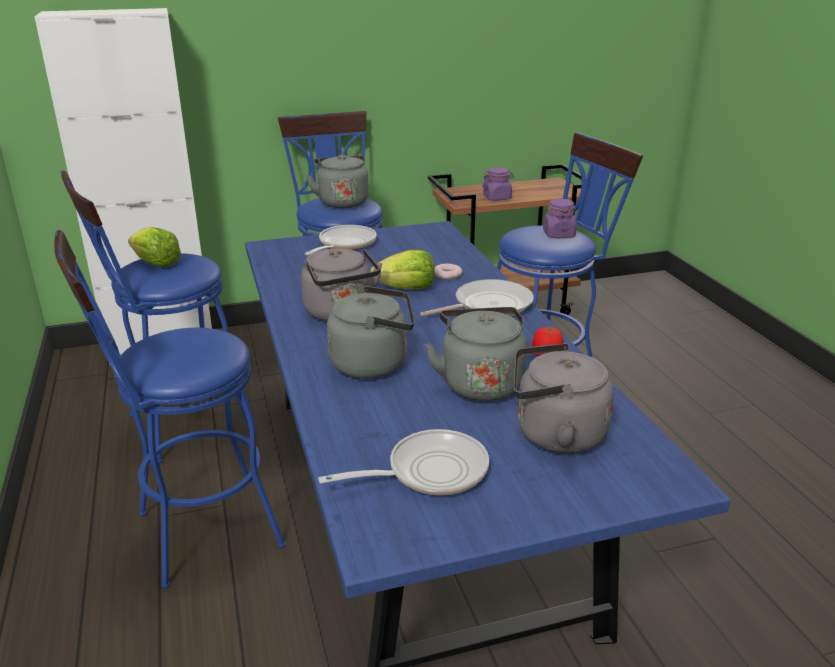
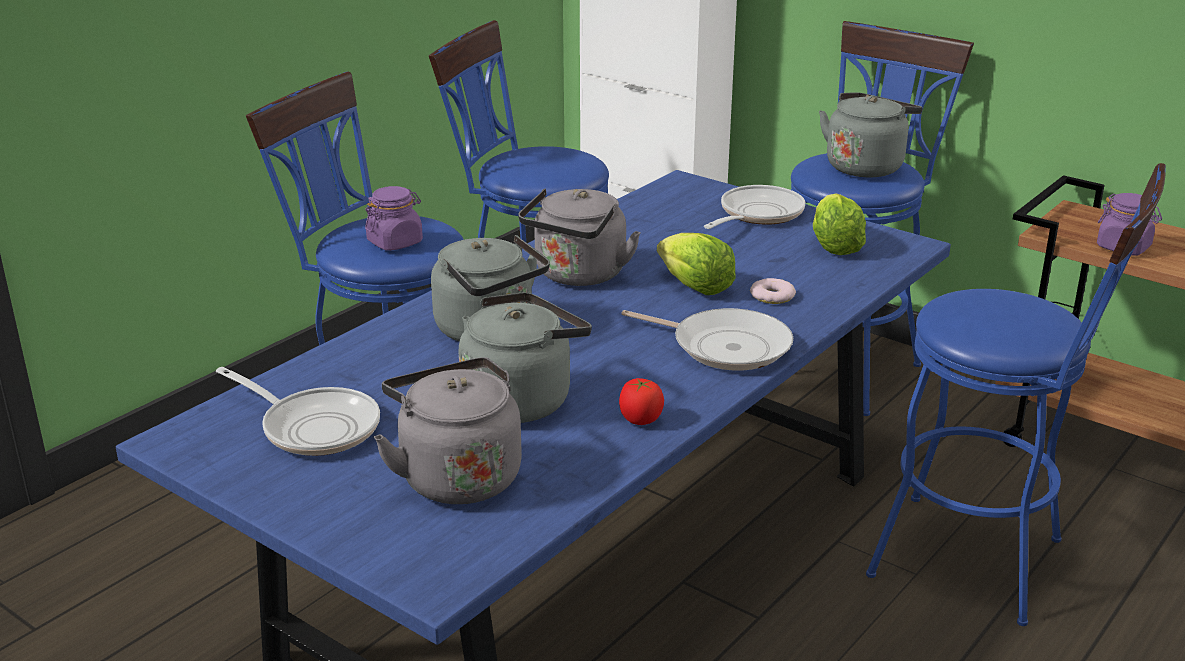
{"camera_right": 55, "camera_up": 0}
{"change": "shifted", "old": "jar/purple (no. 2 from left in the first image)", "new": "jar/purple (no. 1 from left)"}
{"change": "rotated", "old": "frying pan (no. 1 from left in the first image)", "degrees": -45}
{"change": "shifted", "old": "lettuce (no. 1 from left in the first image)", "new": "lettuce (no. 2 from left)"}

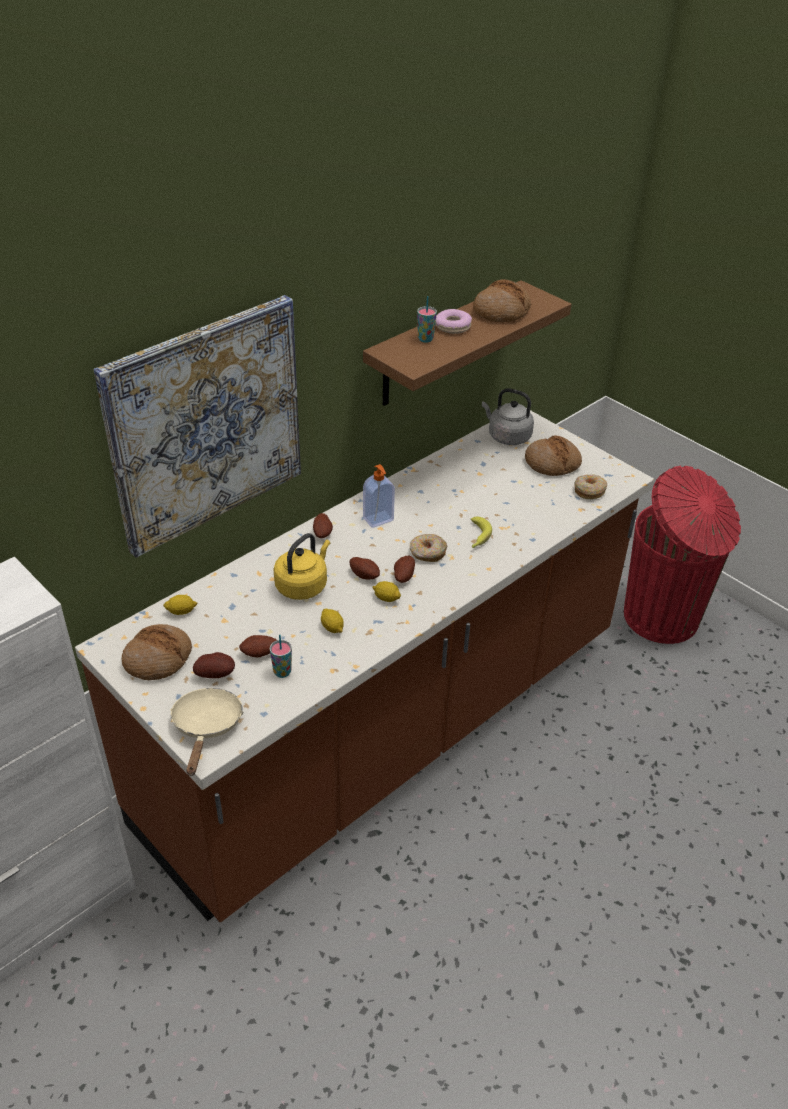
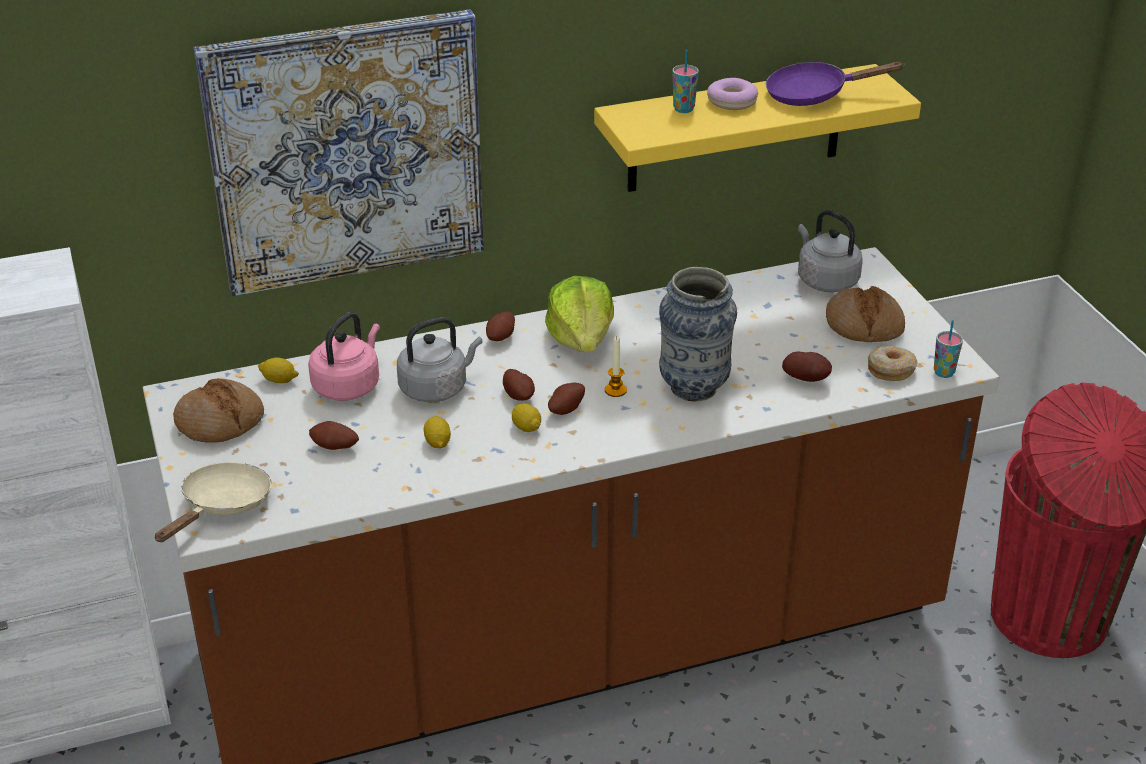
{"camera_right": 25, "camera_up": -5}
{"change": "new", "new": "kettle/pink"}
{"change": "repainted", "old": "kettle/yellow", "new": "kettle/grey (no. 1 from left)"}
{"change": "swapped", "old": "soap dispenser", "new": "lettuce"}
{"change": "repainted", "old": "shelf/brown", "new": "shelf/yellow"}
{"change": "swapped", "old": "donut (no. 1 from left)", "new": "candle"}
{"change": "swapped", "old": "banana", "new": "vase"}
{"change": "swapped", "old": "bread (no. 2 from left)", "new": "frying pan/purple"}
{"change": "shifted", "old": "potato (no. 1 from left in the first image)", "new": "potato (no. 5 from left)"}
{"change": "shifted", "old": "cup (no. 1 from left in the first image)", "new": "cup (no. 2 from left)"}

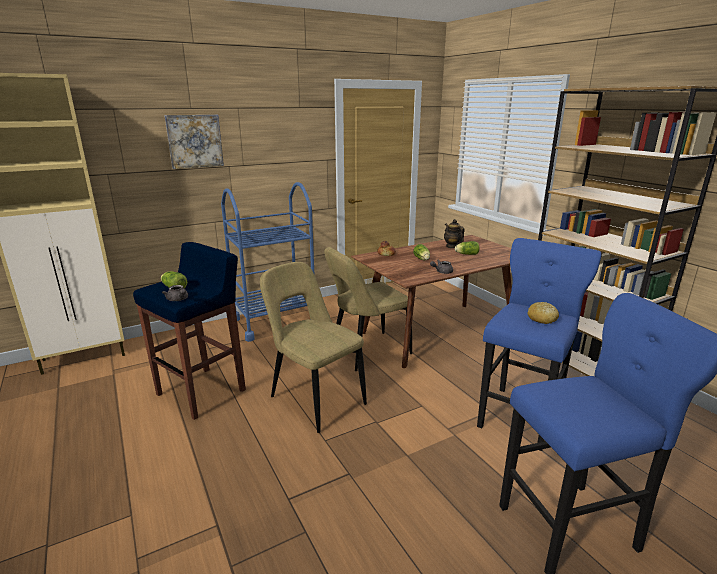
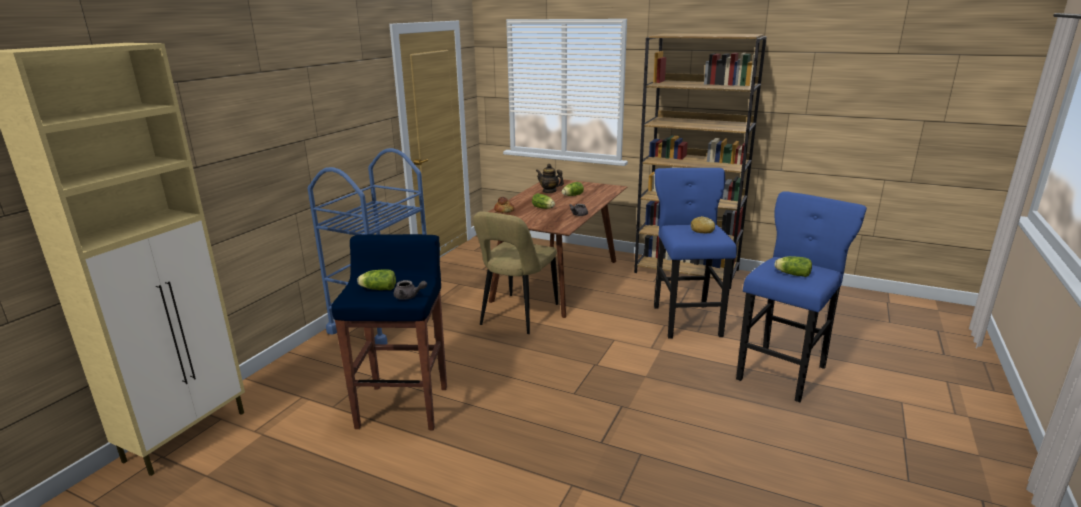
{"camera_right": -35, "camera_up": 0}
{"change": "new", "new": "lettuce (no. 4 from left)"}
{"change": "gone", "old": "picture"}
{"change": "gone", "old": "chair/beige (no. 1 from left)"}

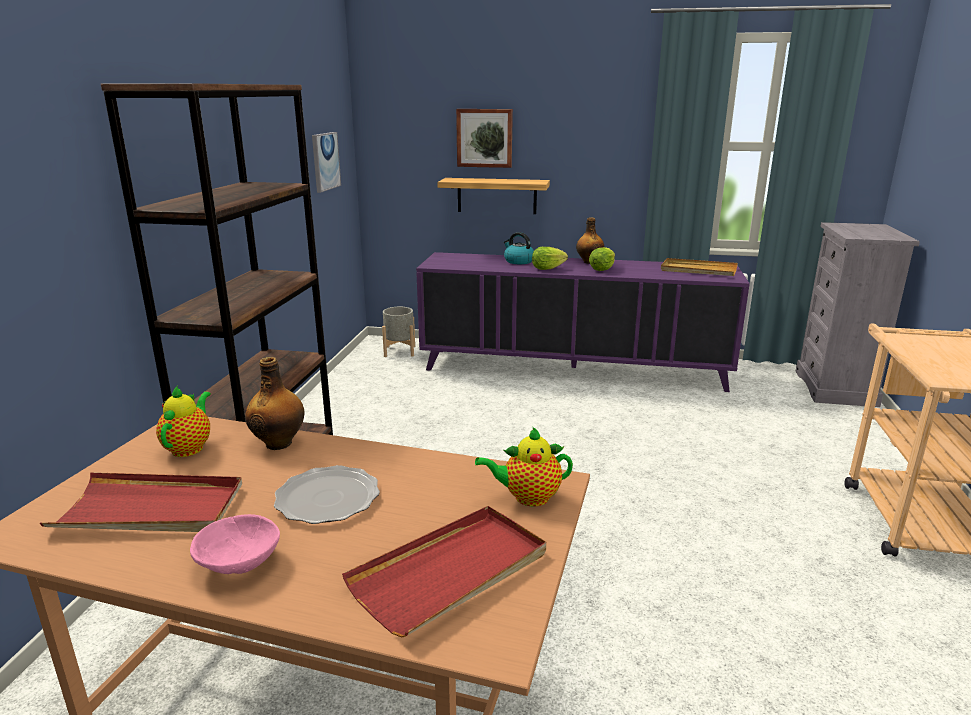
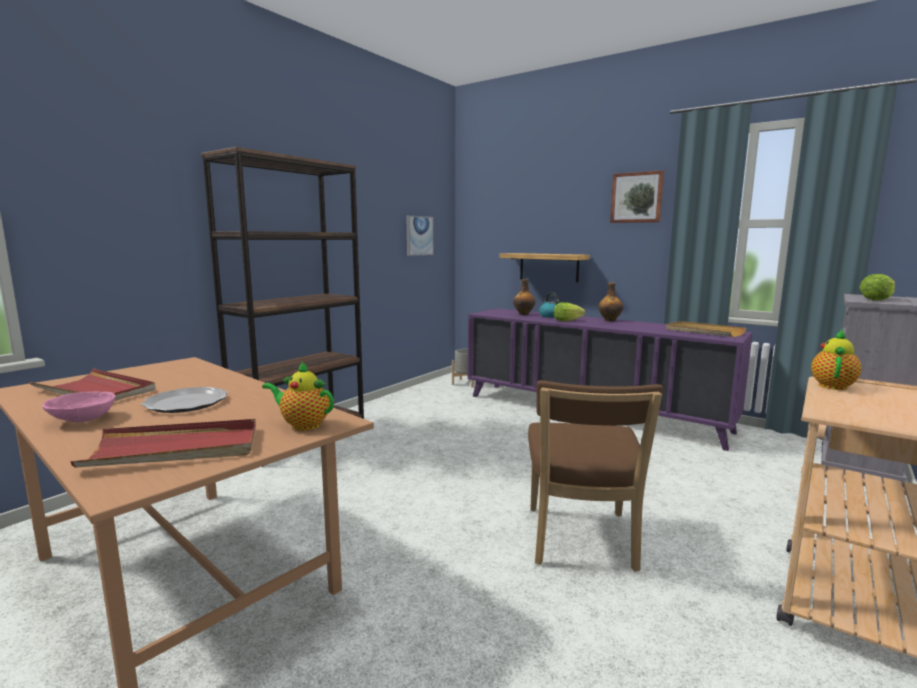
{"camera_right": 25, "camera_up": -10}
{"change": "shifted", "old": "bottle (no. 1 from left)"}
{"change": "new", "new": "chair/brown"}
{"change": "shifted", "old": "picture (no. 2 from left)"}
{"change": "shifted", "old": "teapot (no. 1 from left in the first image)", "new": "teapot (no. 2 from left)"}
{"change": "shifted", "old": "lettuce (no. 2 from left)"}

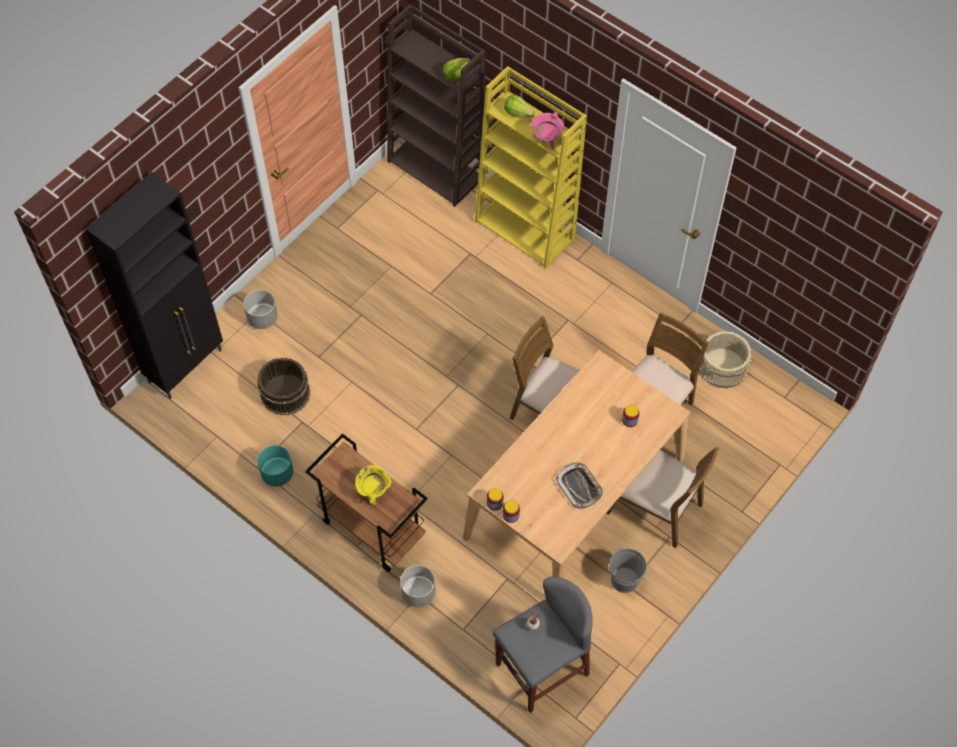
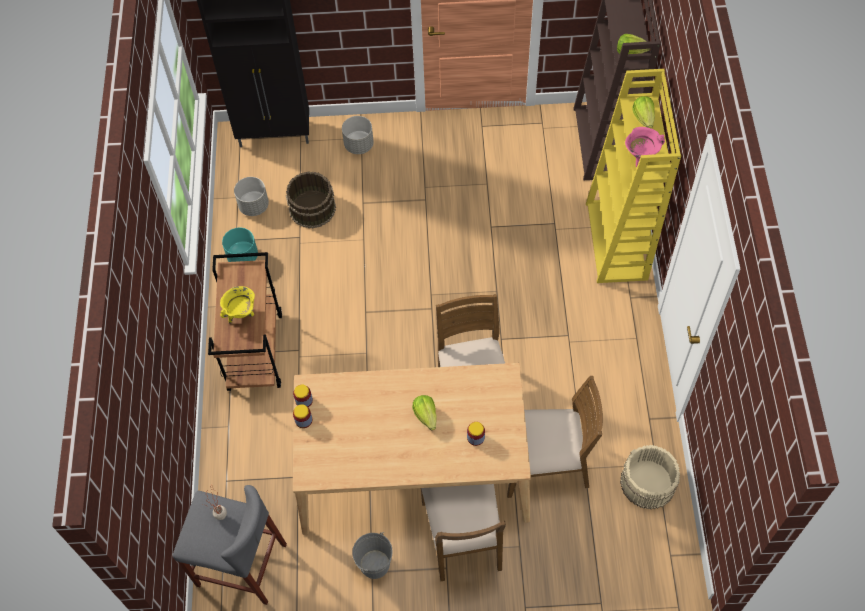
{"camera_right": 50, "camera_up": 0}
{"change": "shifted", "old": "planter/grey (no. 2 from left in the first image)", "new": "planter/grey (no. 1 from left)"}
{"change": "new", "new": "lettuce (no. 1 from left)"}
{"change": "gone", "old": "tray"}

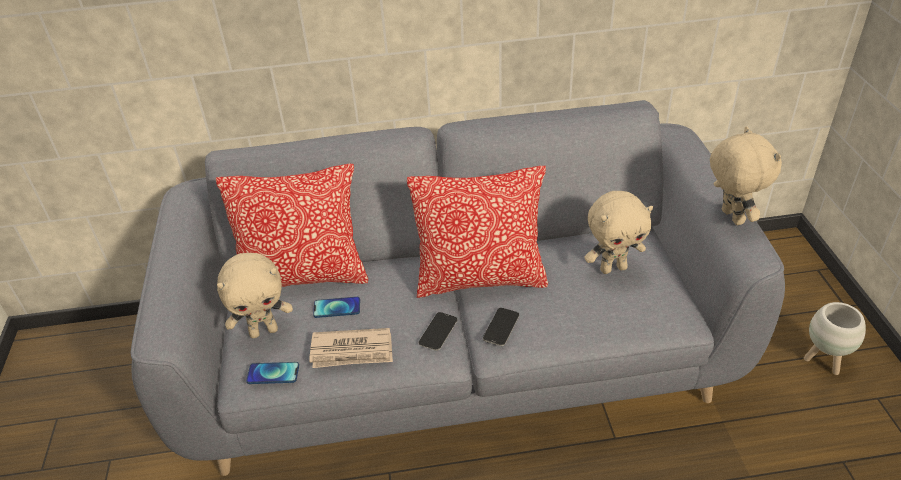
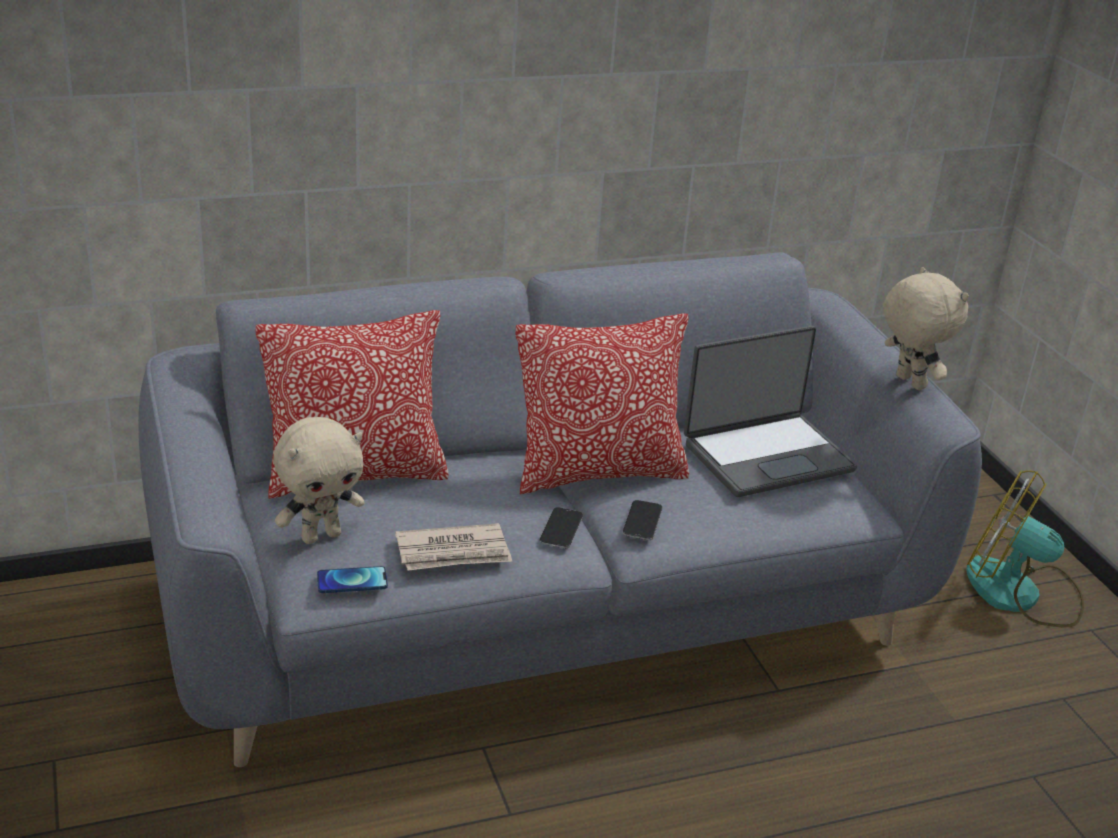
{"camera_right": -15, "camera_up": -10}
{"change": "swapped", "old": "plush toy/beige (no. 2 from left)", "new": "laptop"}
{"change": "swapped", "old": "planter/white", "new": "fan"}
{"change": "gone", "old": "phone (no. 2 from left)"}

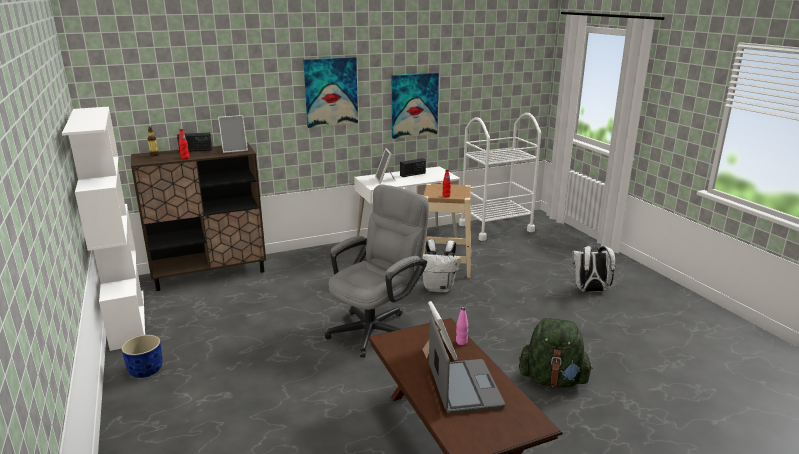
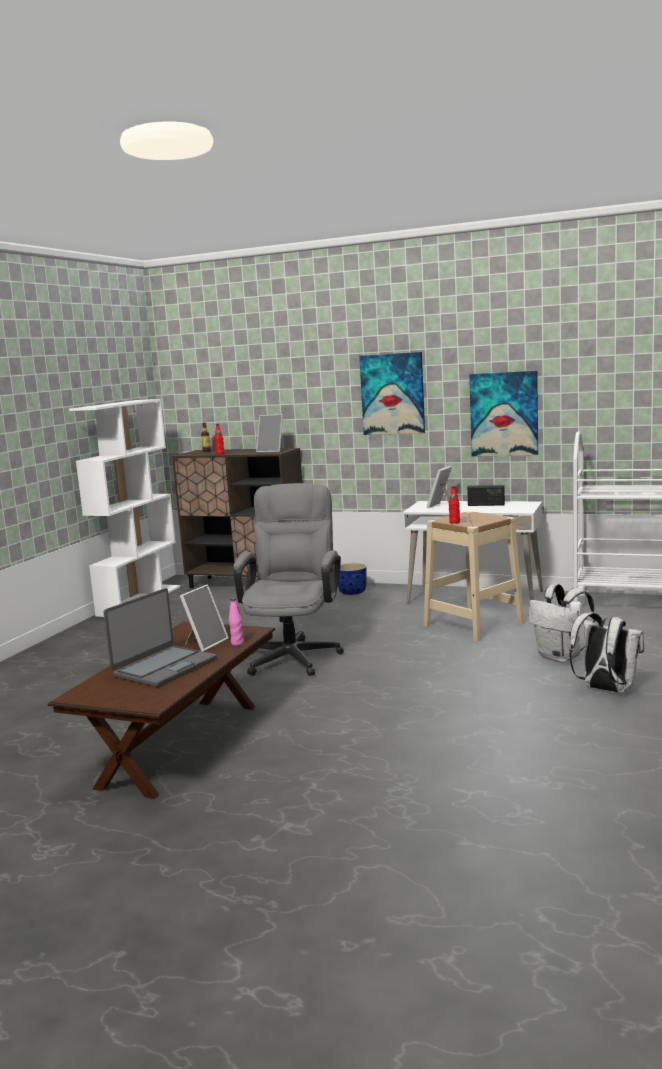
{"camera_right": 45, "camera_up": -10}
{"change": "rotated", "old": "office chair/grey", "degrees": -75}
{"change": "shifted", "old": "planter/blue"}
{"change": "shifted", "old": "backpack/white (no. 1 from left)"}
{"change": "gone", "old": "radio (no. 1 from left)"}
{"change": "gone", "old": "backpack/green"}

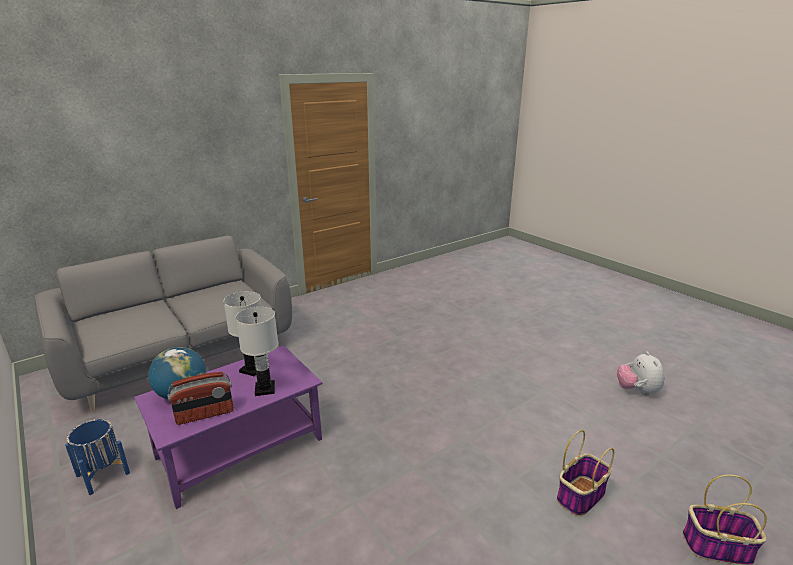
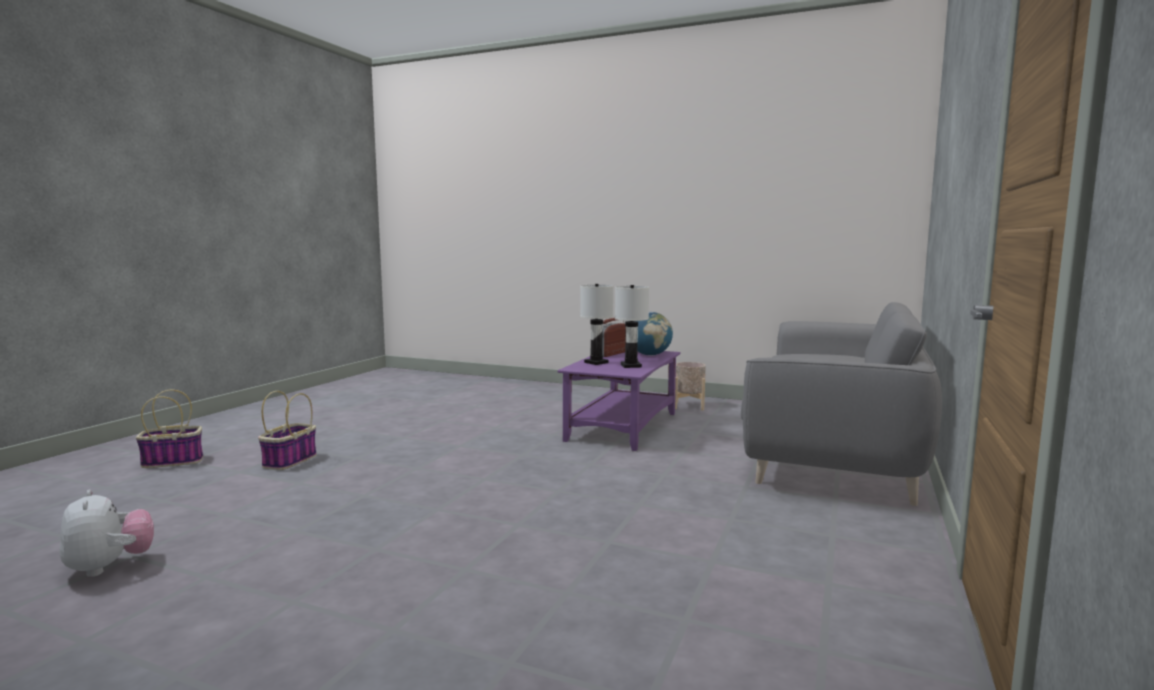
{"camera_right": 150, "camera_up": -15}
{"change": "repainted", "old": "planter/blue", "new": "planter/beige"}

